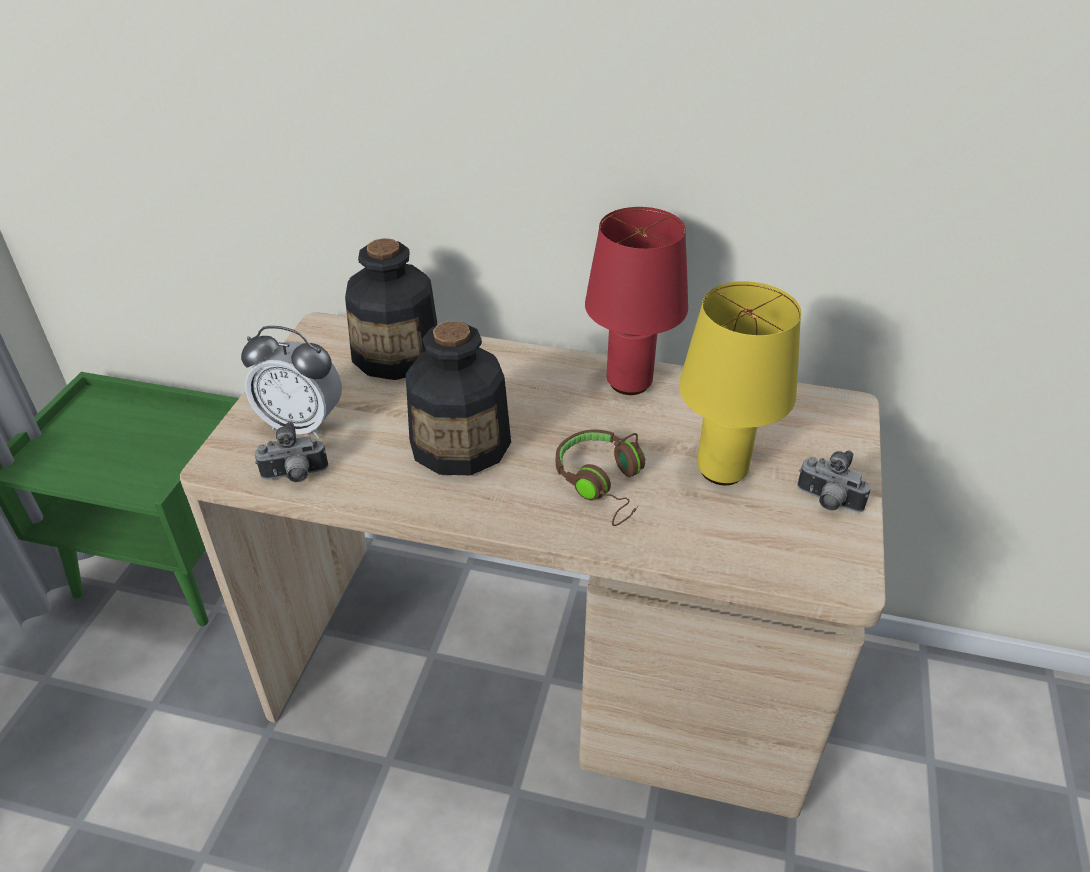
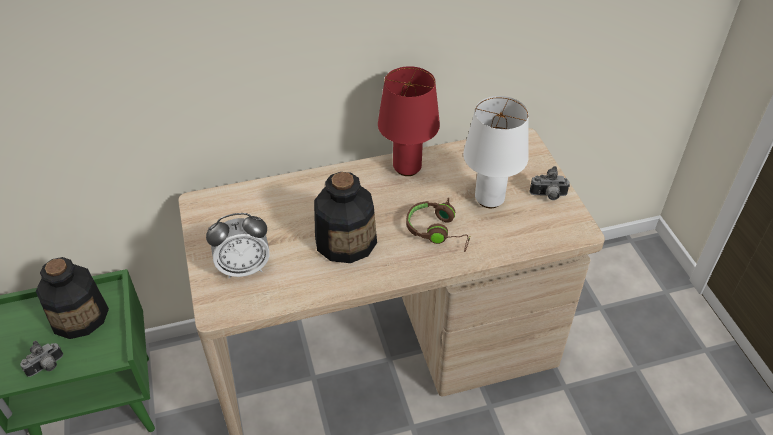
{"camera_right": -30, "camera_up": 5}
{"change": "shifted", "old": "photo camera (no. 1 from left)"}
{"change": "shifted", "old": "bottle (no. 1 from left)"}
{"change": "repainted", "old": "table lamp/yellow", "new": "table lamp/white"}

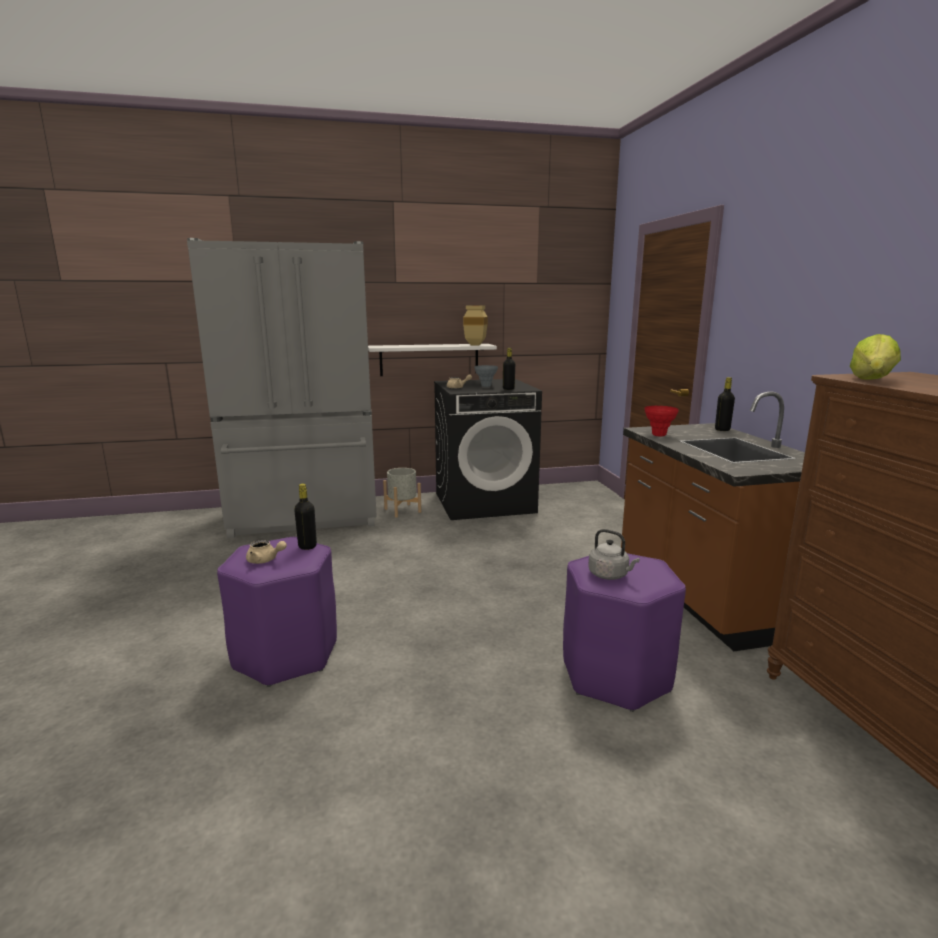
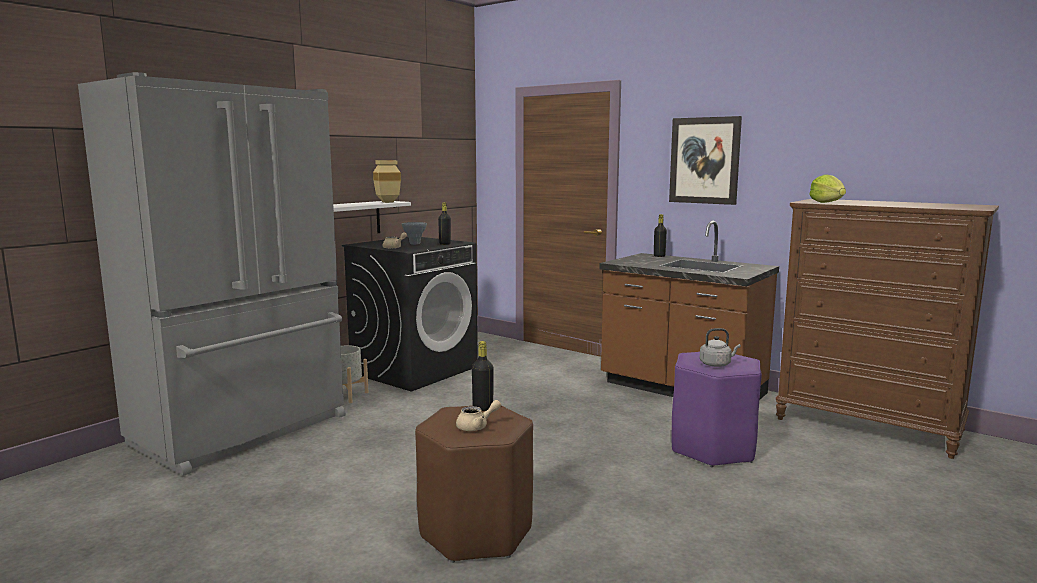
{"camera_right": -40, "camera_up": -5}
{"change": "repainted", "old": "stool/purple (no. 1 from left)", "new": "stool/brown"}
{"change": "new", "new": "picture"}
{"change": "gone", "old": "vase/red"}

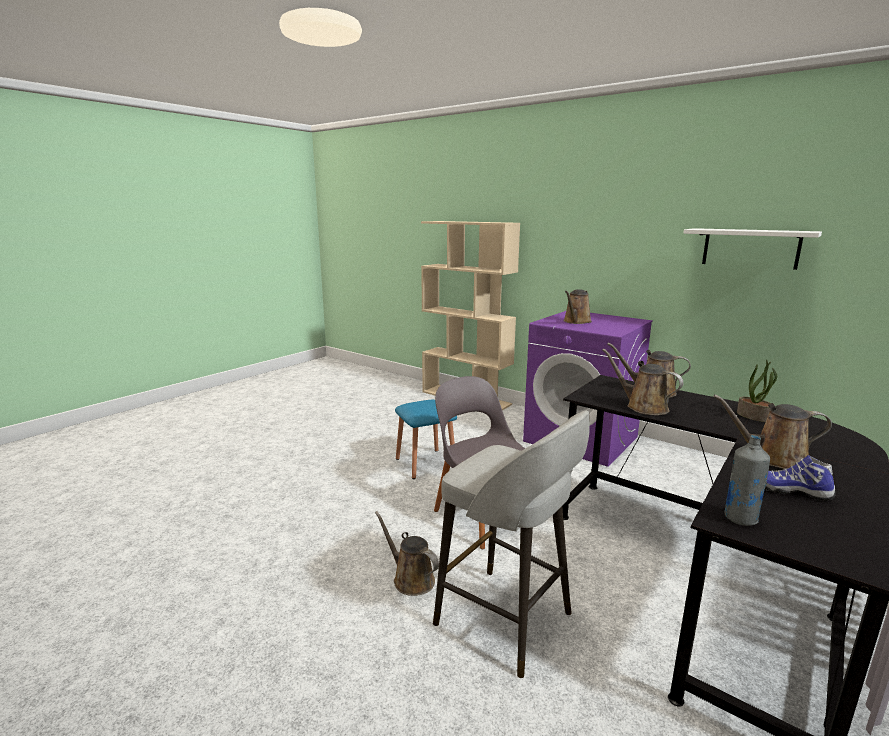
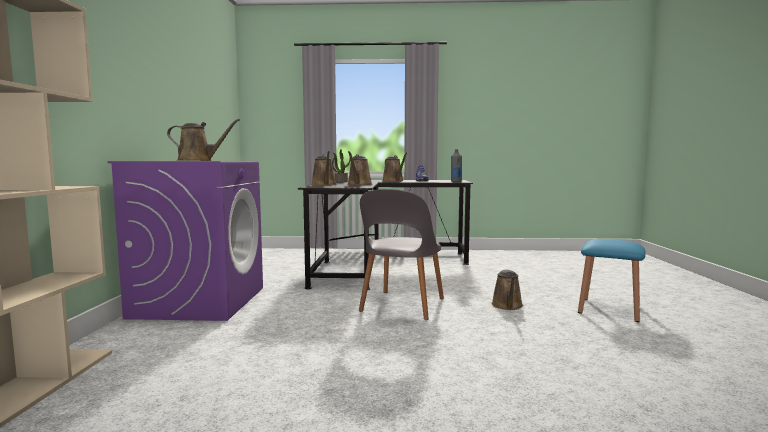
{"camera_right": -125, "camera_up": -10}
{"change": "shifted", "old": "stool/blue"}
{"change": "gone", "old": "stool/grey"}
{"change": "gone", "old": "shelf/white"}

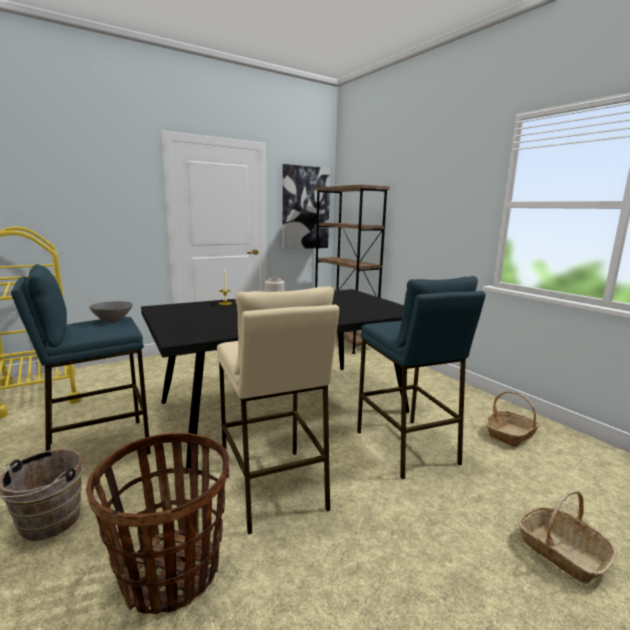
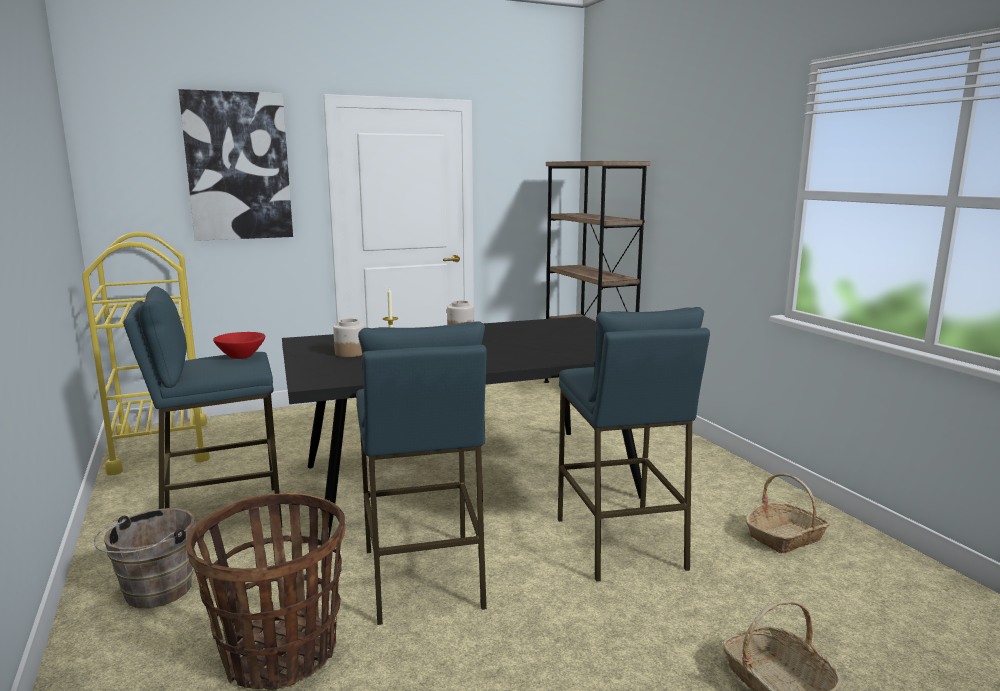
{"camera_right": 10, "camera_up": 0}
{"change": "shifted", "old": "picture"}
{"change": "repainted", "old": "bowl/grey", "new": "bowl/red"}
{"change": "new", "new": "jar (no. 1 from left)"}
{"change": "repainted", "old": "stool/beige", "new": "stool/blue (no. 2 from left)"}

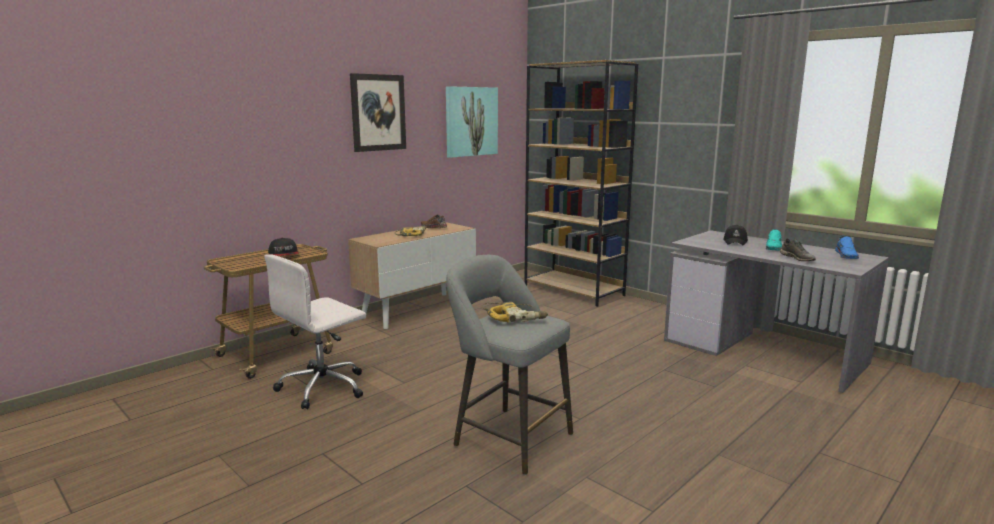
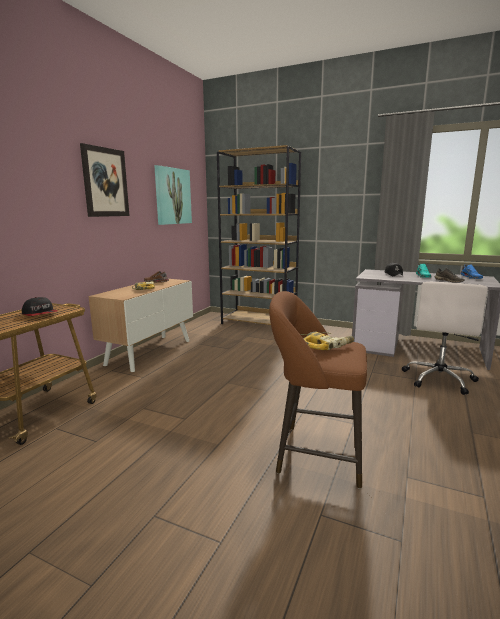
{"camera_right": -20, "camera_up": 0}
{"change": "repainted", "old": "stool/grey", "new": "stool/brown"}
{"change": "shifted", "old": "office chair/white"}

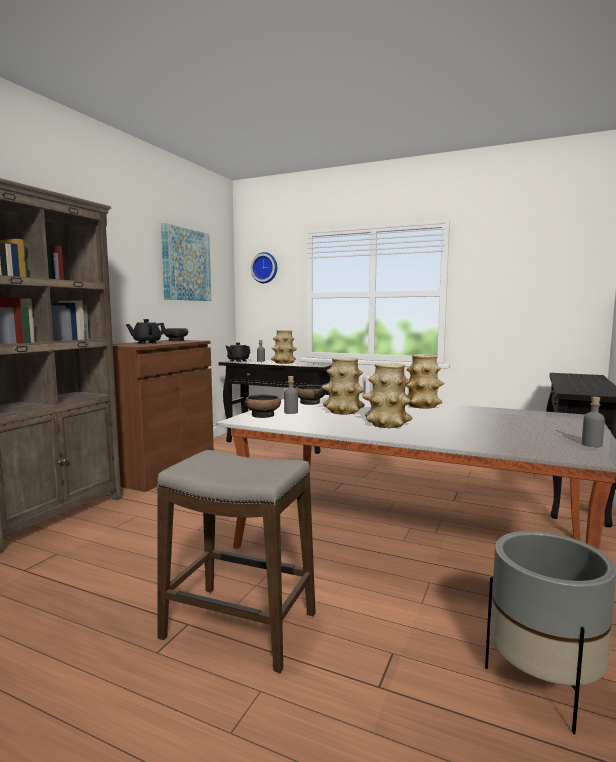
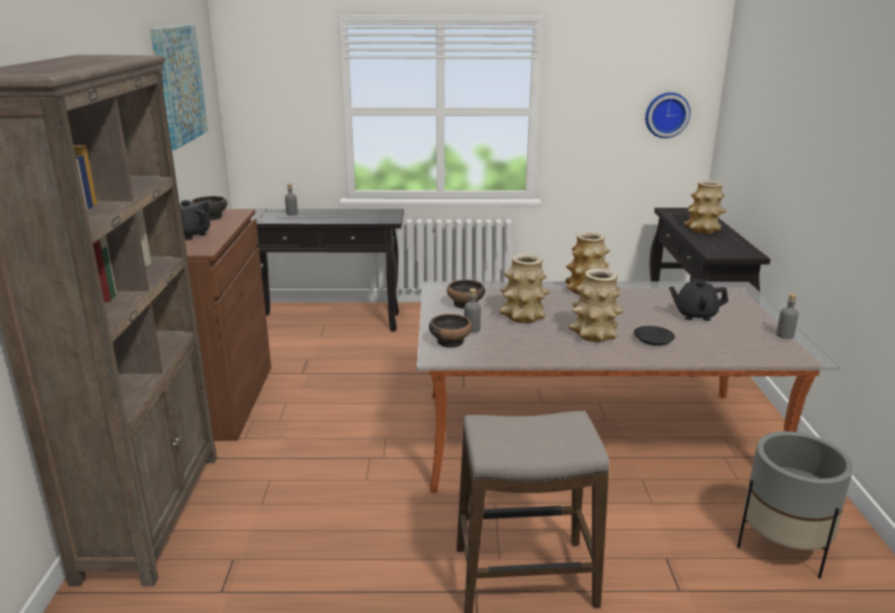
{"camera_right": -25, "camera_up": 15}
{"change": "new", "new": "plate/black"}
{"change": "shifted", "old": "wall clock"}
{"change": "shifted", "old": "teapot/black (no. 2 from left)"}
{"change": "shifted", "old": "vase (no. 1 from left in the first image)", "new": "vase (no. 4 from left)"}

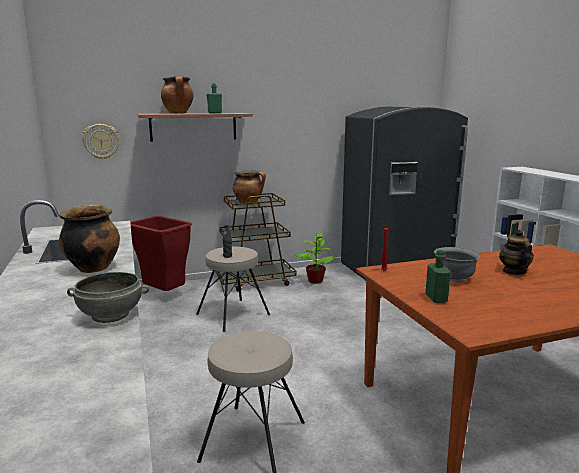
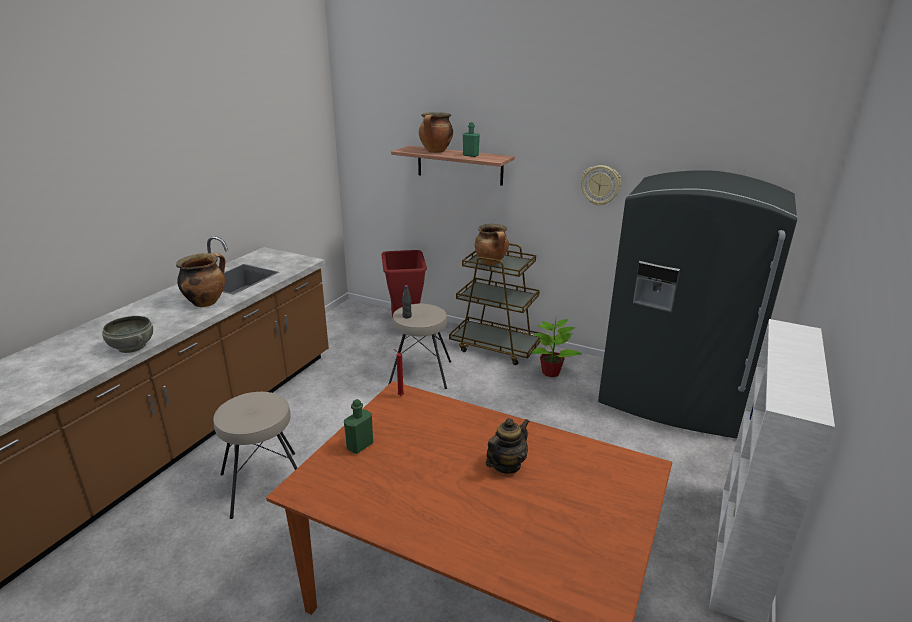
{"camera_right": 45, "camera_up": 10}
{"change": "shifted", "old": "wall clock"}
{"change": "gone", "old": "bowl/grey (no. 2 from left)"}

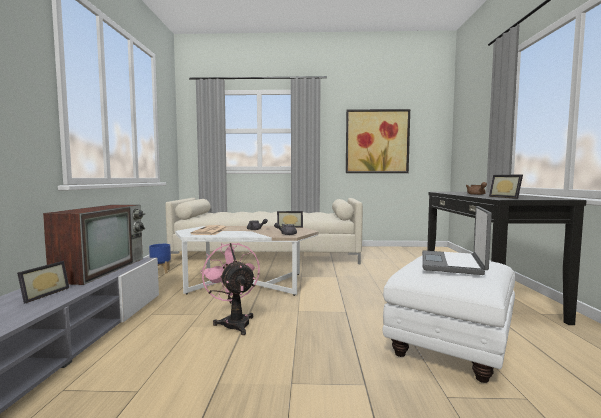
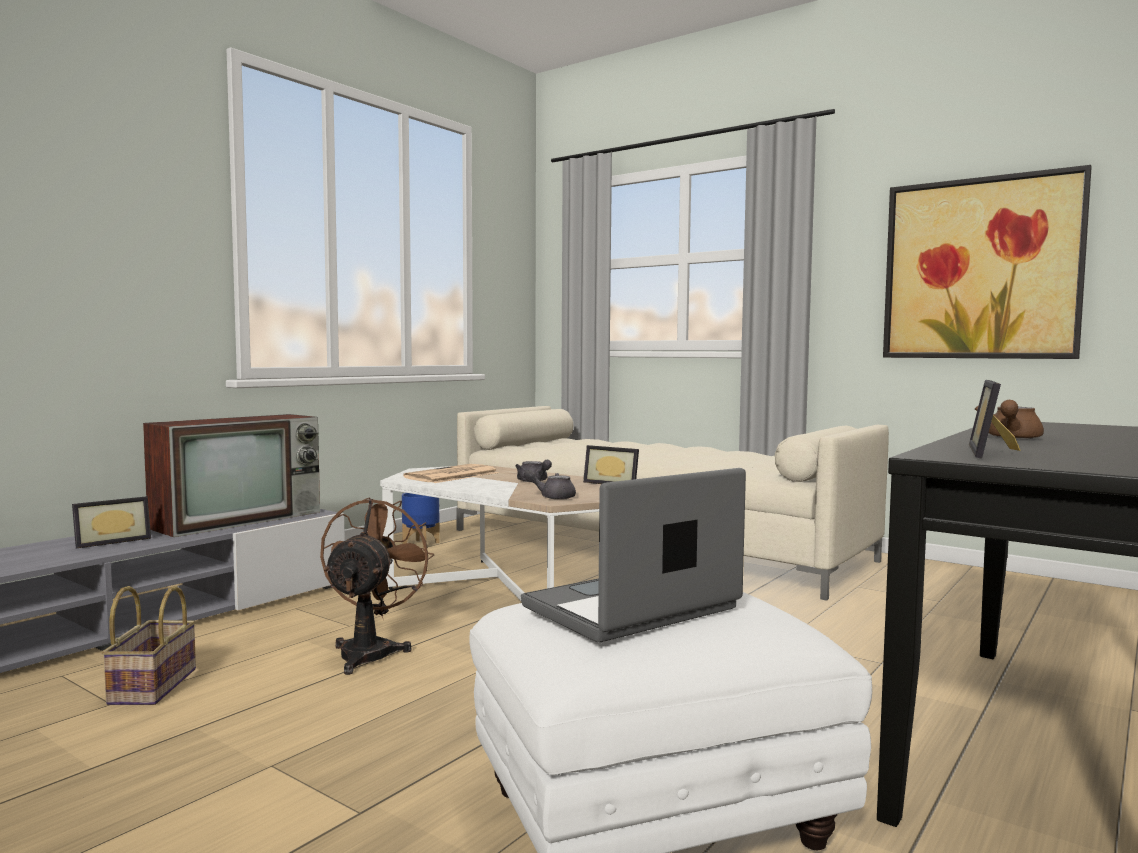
{"camera_right": 35, "camera_up": 0}
{"change": "new", "new": "basket"}
{"change": "repainted", "old": "fan/pink", "new": "fan/brown"}

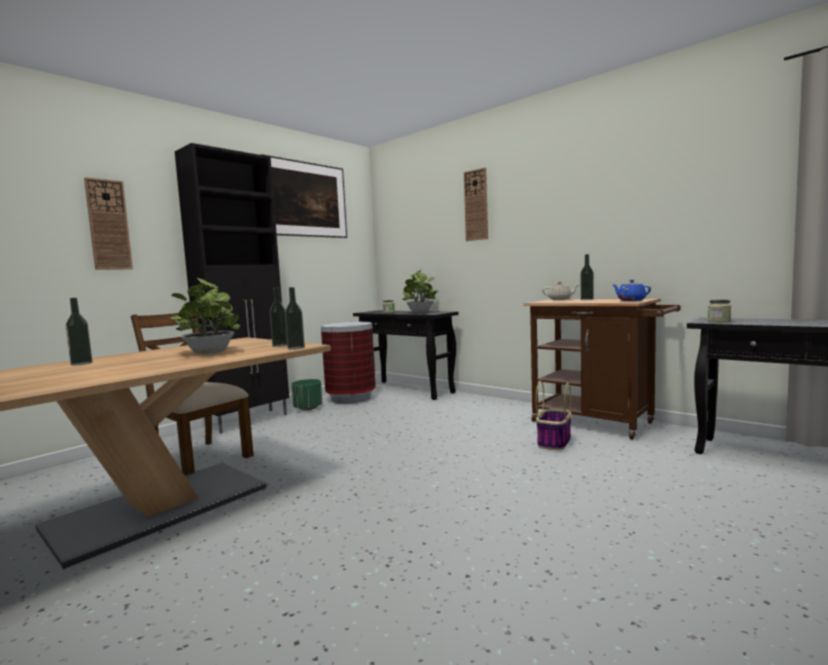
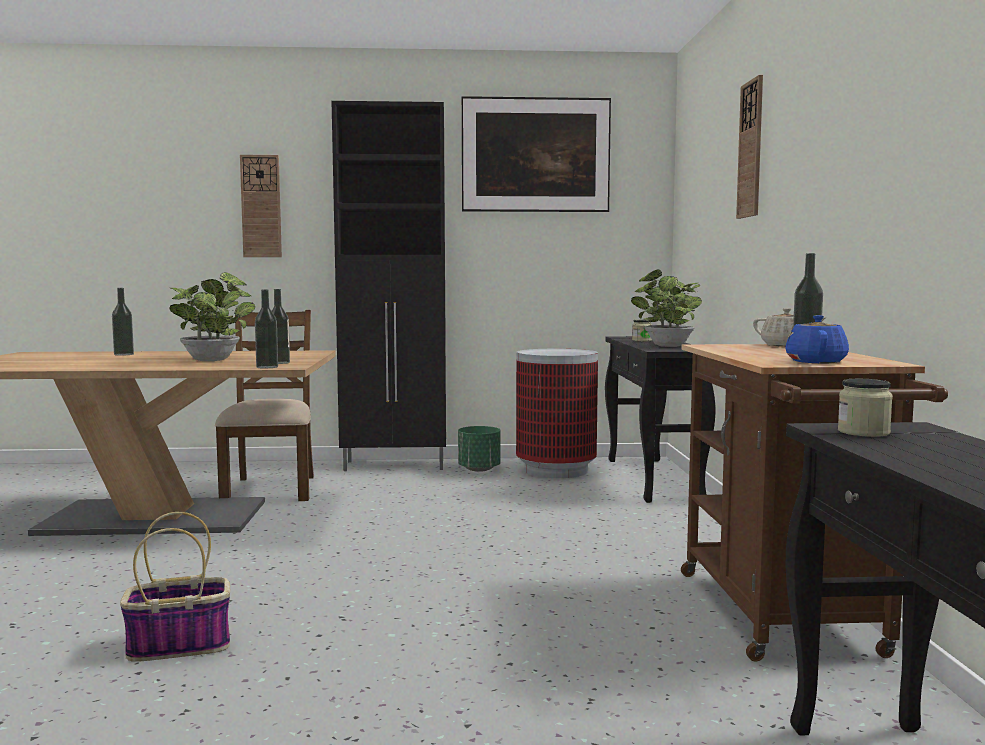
{"camera_right": 45, "camera_up": 0}
{"change": "shifted", "old": "basket"}

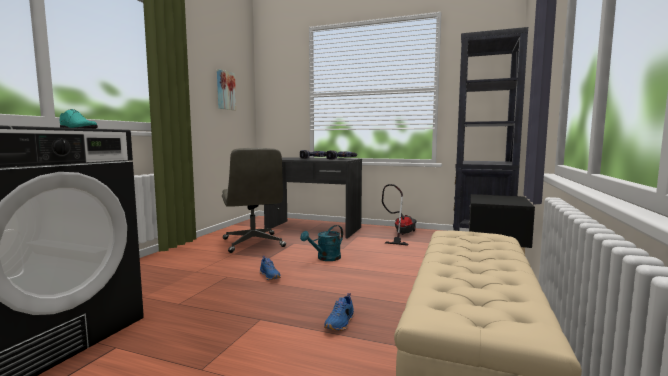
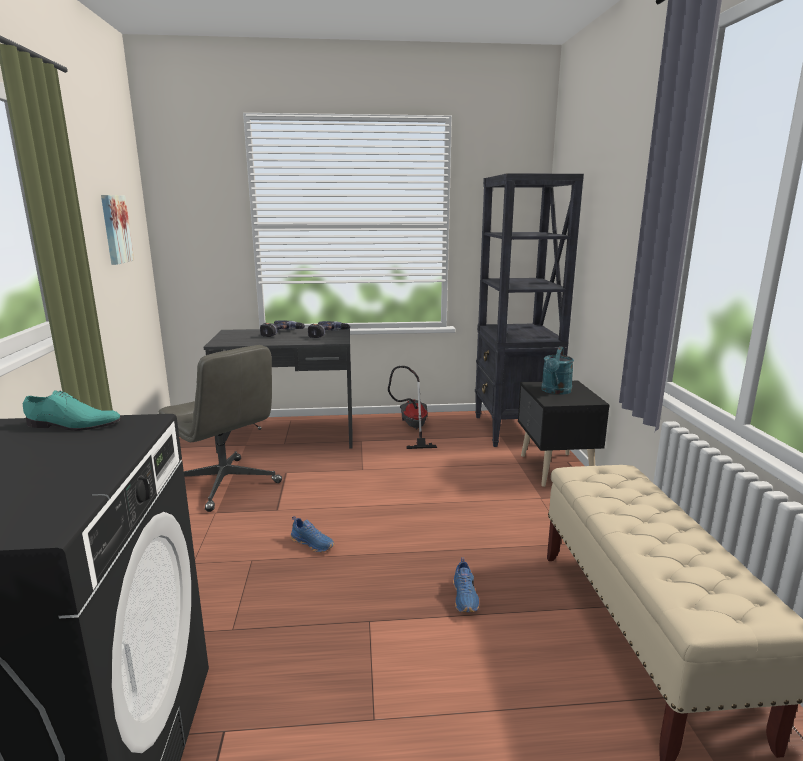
{"camera_right": -25, "camera_up": 10}
{"change": "shifted", "old": "watering can/turquoise"}

